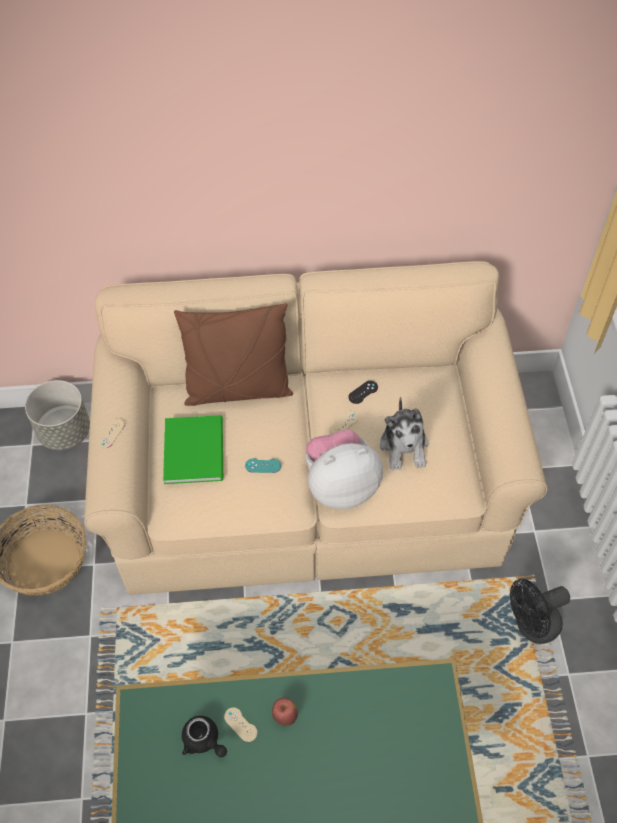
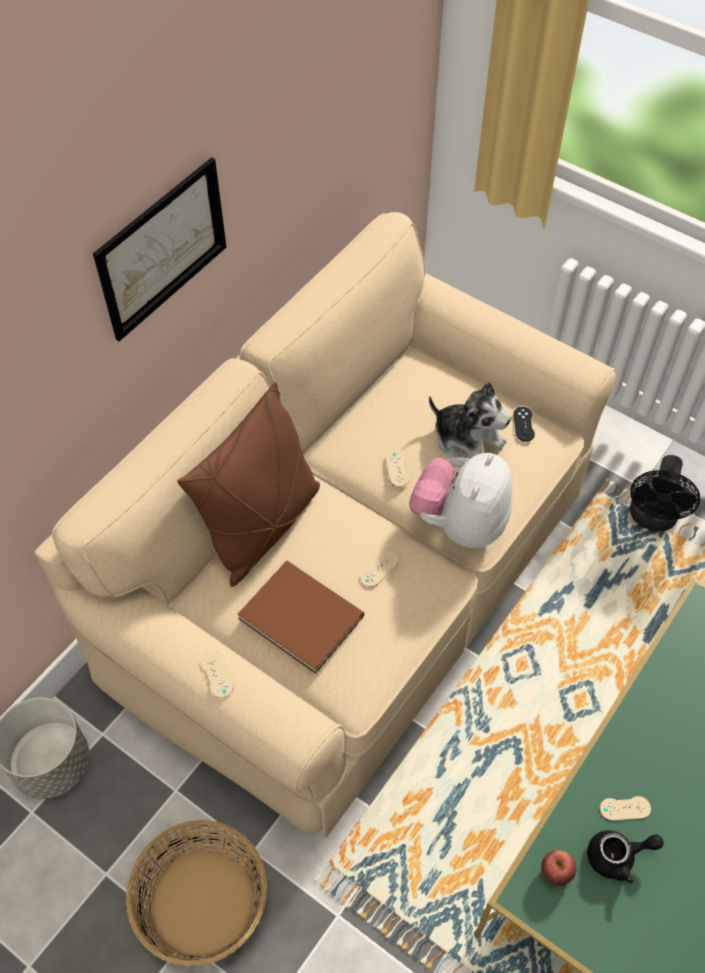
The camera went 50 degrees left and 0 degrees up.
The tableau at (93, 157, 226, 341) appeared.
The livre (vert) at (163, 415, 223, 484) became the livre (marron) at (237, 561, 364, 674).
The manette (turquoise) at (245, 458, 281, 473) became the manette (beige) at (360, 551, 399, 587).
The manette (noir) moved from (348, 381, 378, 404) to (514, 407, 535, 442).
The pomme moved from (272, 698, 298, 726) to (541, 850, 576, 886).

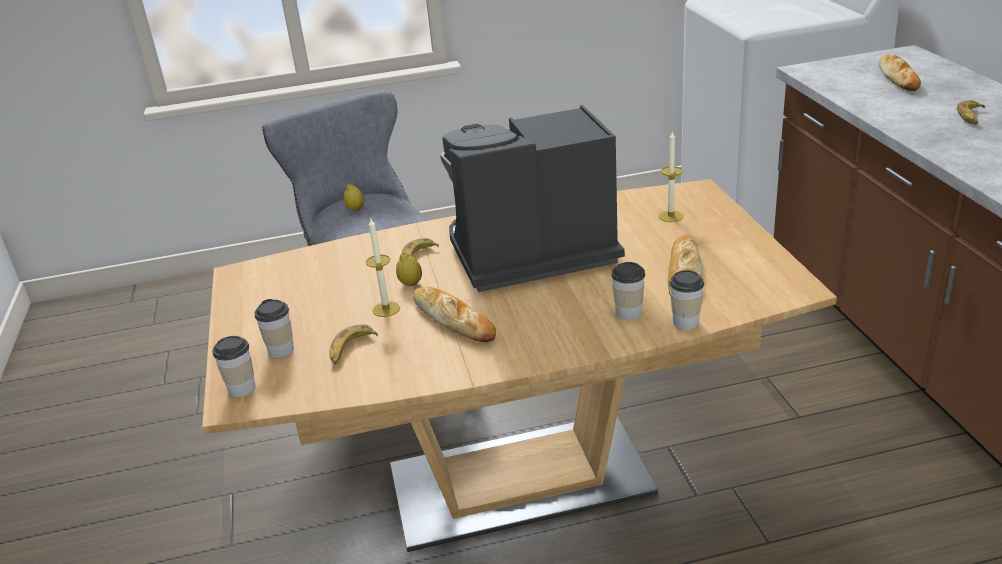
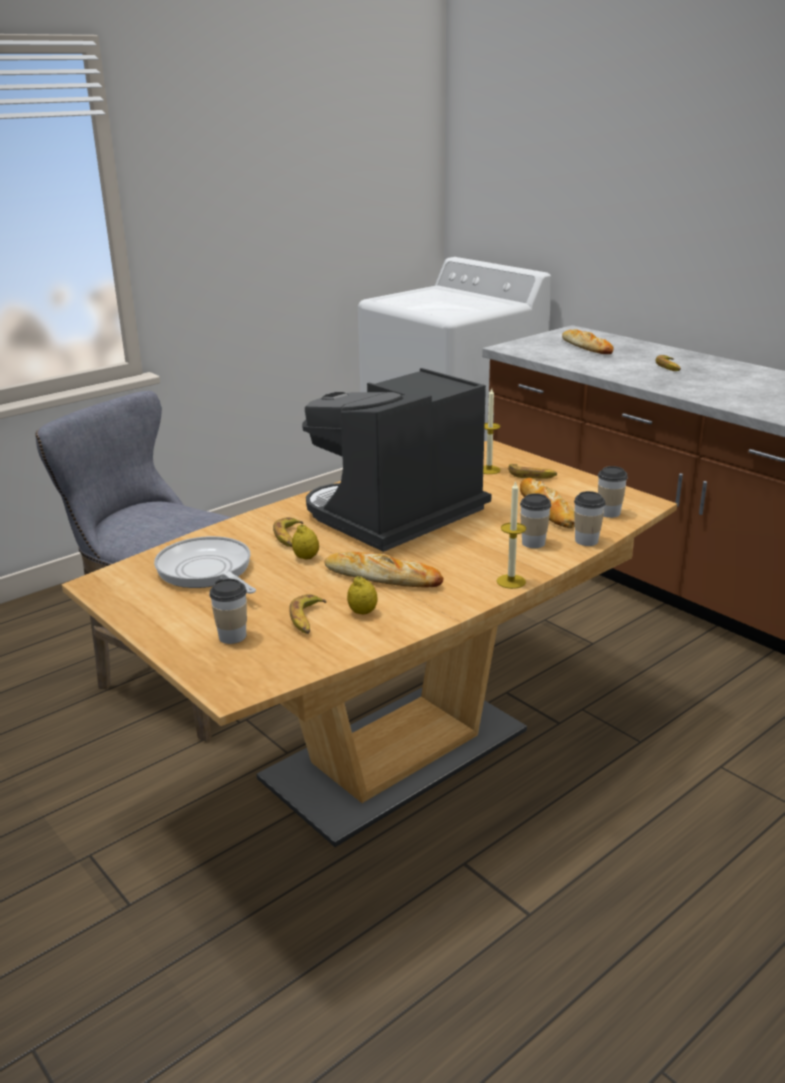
The camera went 30 degrees left and 5 degrees down.
The poêle at (154, 536, 256, 594) appeared.
The citron moved from (344, 184, 364, 211) to (347, 576, 378, 614).
The bougie moved from (366, 217, 400, 317) to (497, 480, 526, 589).
The banane at (508, 464, 557, 479) appeared.
The tasse moved from (212, 336, 256, 397) to (598, 466, 628, 518).

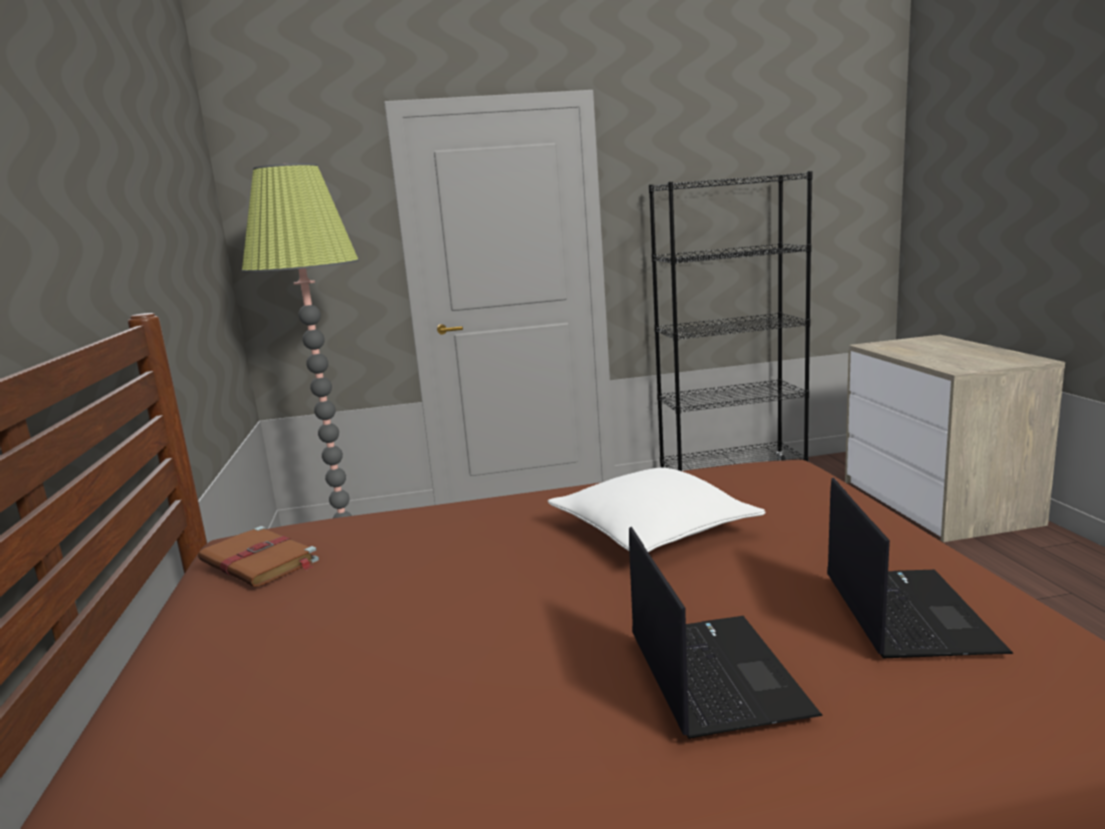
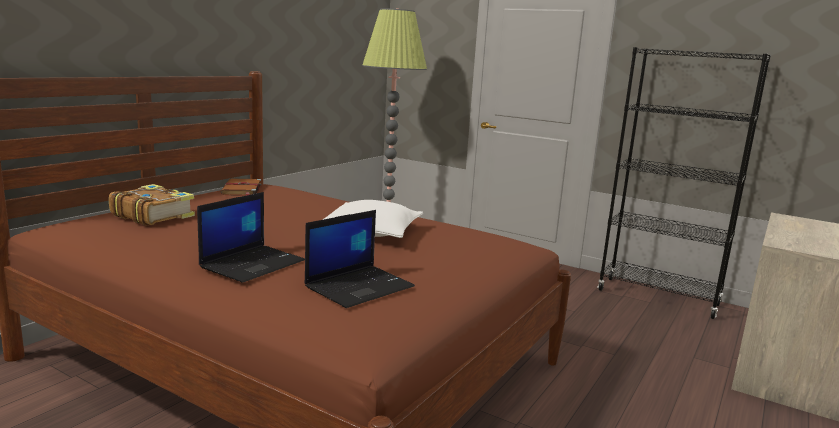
The camera went 40 degrees right and 0 degrees up.
The livre at (109, 184, 195, 226) appeared.

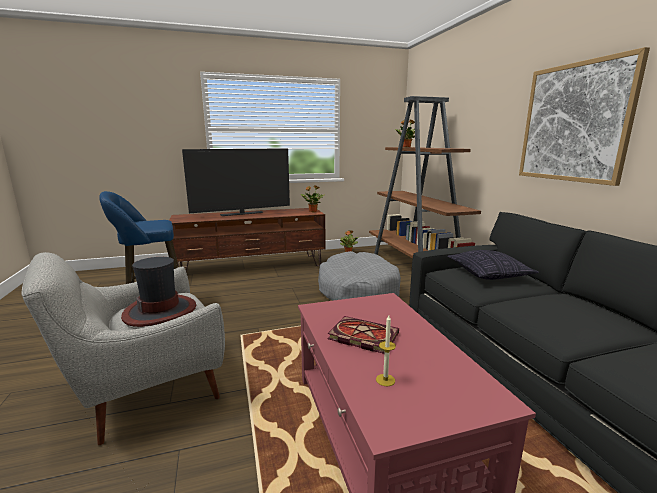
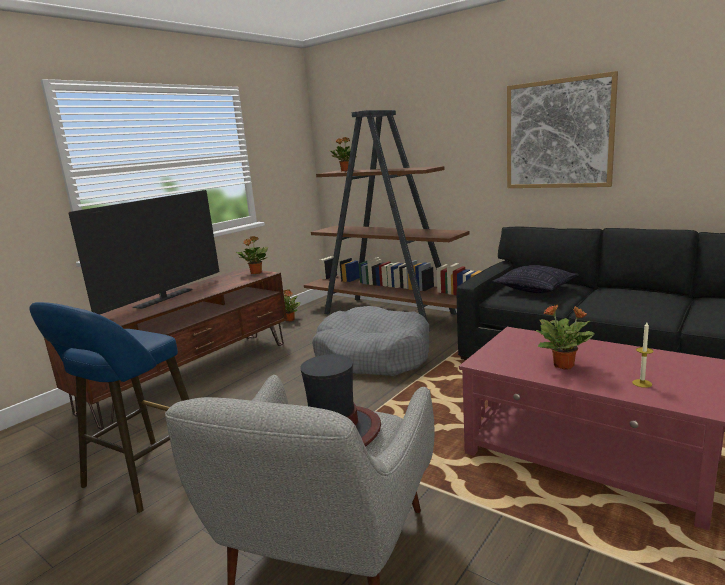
The camera went 35 degrees left and 0 degrees up.
The livre at (327, 316, 399, 354) was replaced by the plante en pot at (536, 305, 594, 370).

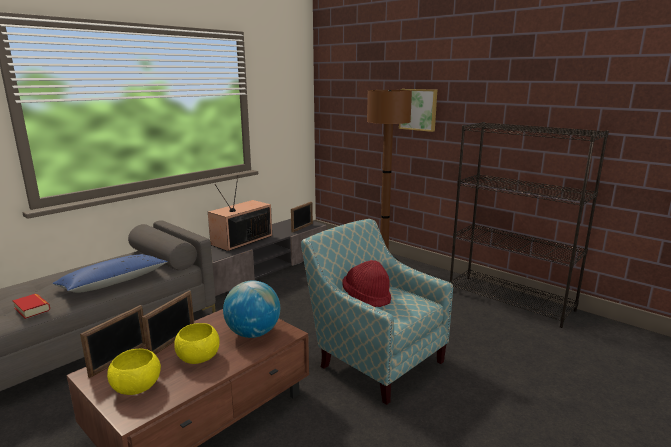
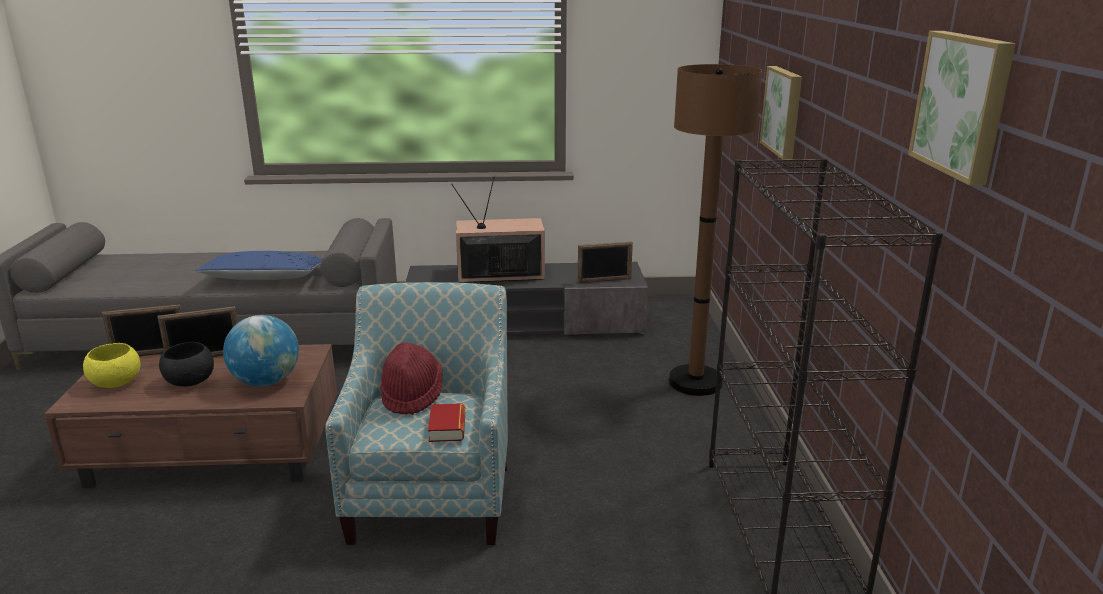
The camera went 45 degrees right and 5 degrees up.
The bol (jaune) at (174, 323, 219, 364) became the bol (noir) at (159, 342, 214, 387).
The livre moved from (12, 294, 50, 319) to (428, 403, 465, 442).
The tableau at (908, 31, 1016, 185) appeared.

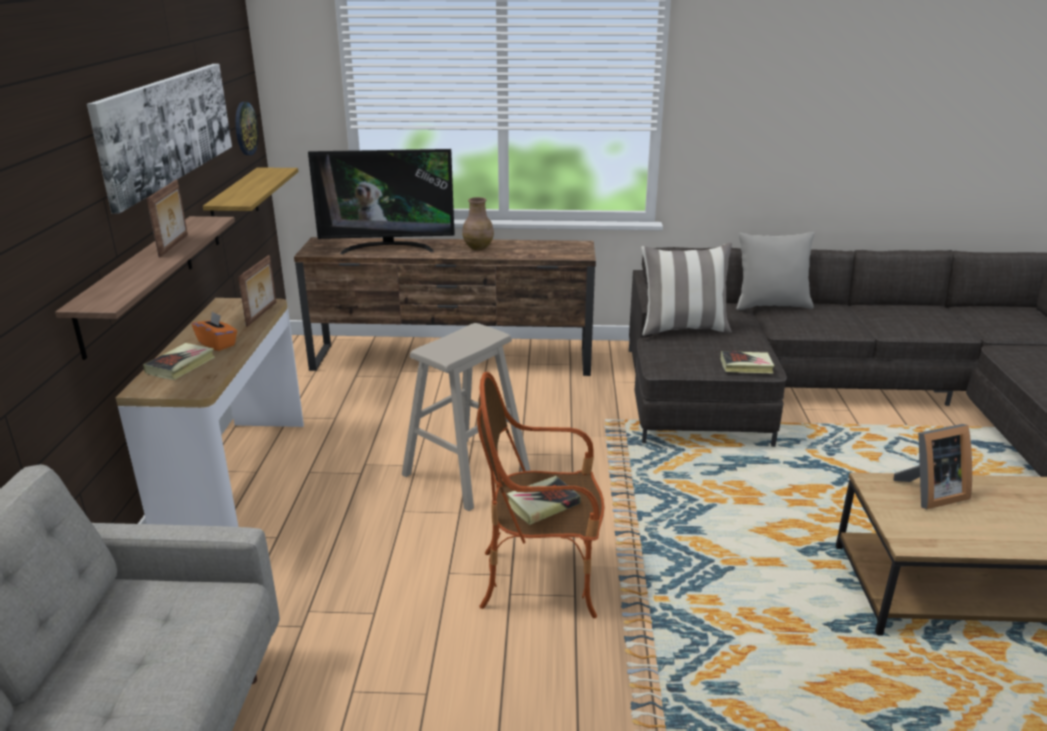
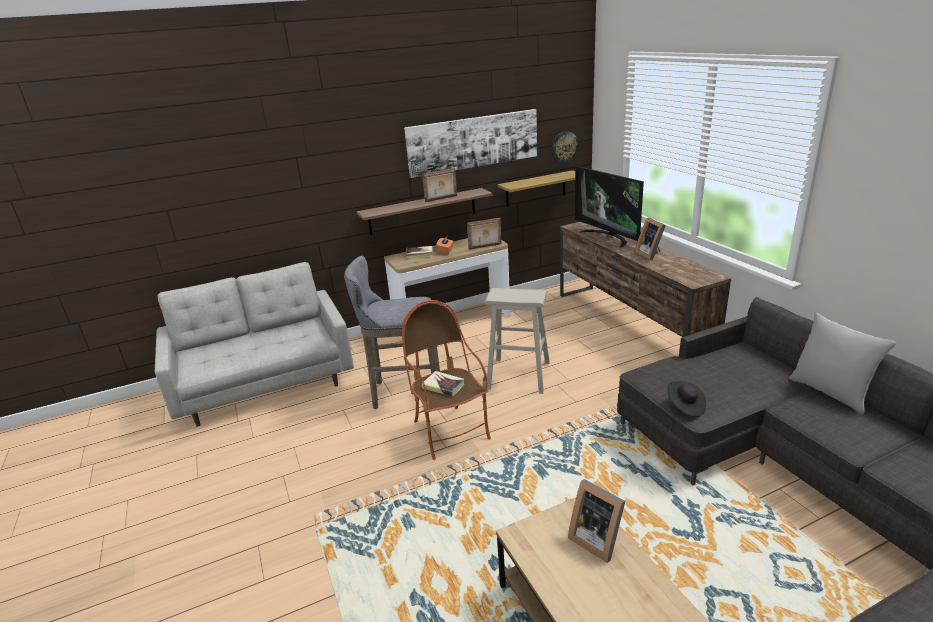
The camera went 65 degrees right and 0 degrees up.
The tabouret (gris) at (344, 256, 440, 409) appeared.
The vase (marron) at (462, 197, 494, 250) was replaced by the cadre photo at (635, 217, 666, 260).
The livre at (720, 351, 775, 374) was replaced by the chapeau (noir) at (668, 381, 706, 417).
The coussin at (641, 243, 732, 336) disappeared.

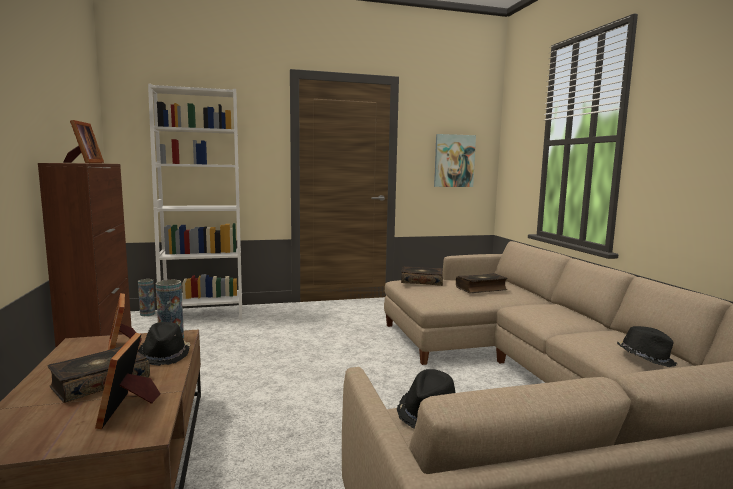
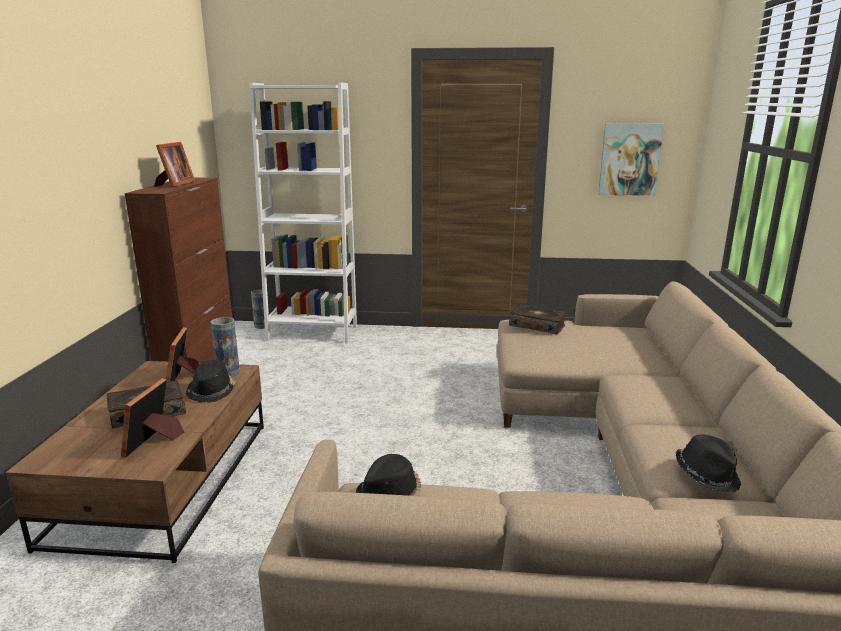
The camera went 20 degrees right and 10 degrees up.
The livre at (456, 273, 508, 293) disappeared.

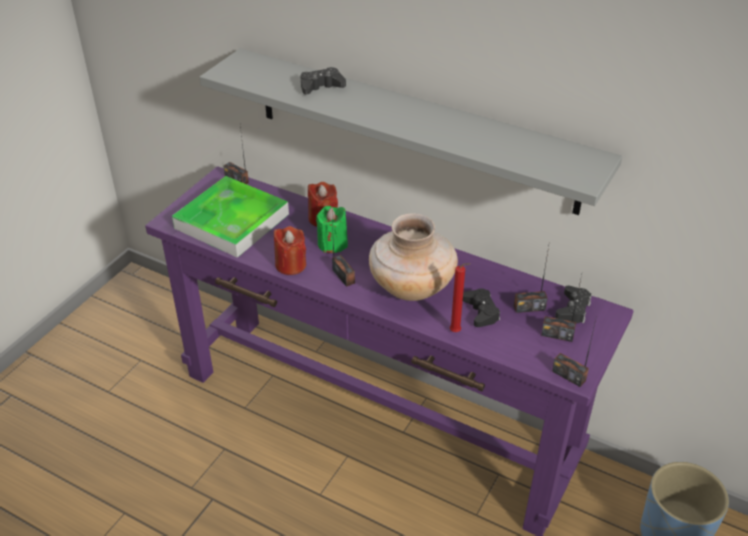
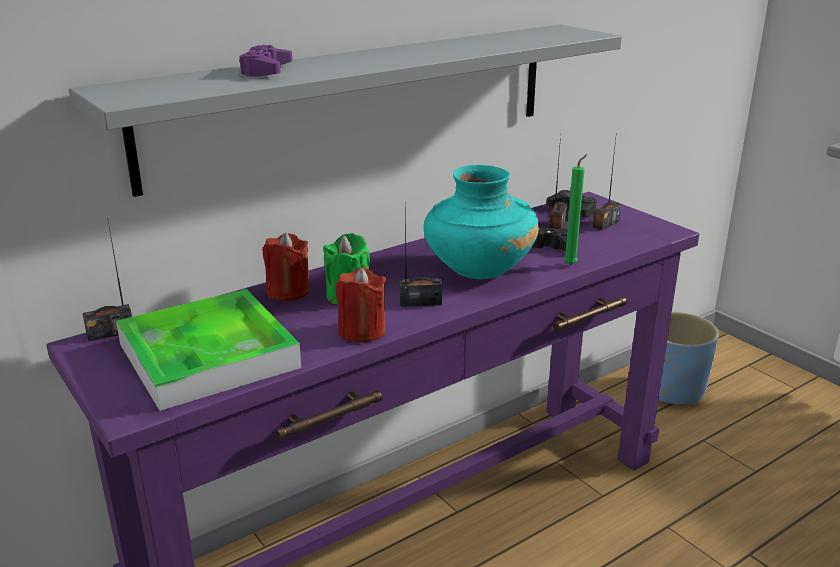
The camera went 65 degrees left and 15 degrees down.
The manette (noir) at (300, 67, 346, 94) became the manette (violet) at (239, 45, 293, 77).
The vase (beige) at (369, 213, 458, 301) became the vase (turquoise) at (424, 165, 539, 279).
The bougie (rouge) at (450, 263, 471, 332) became the bougie (vert) at (564, 154, 587, 265).
The radio at (552, 320, 596, 387) disappeared.

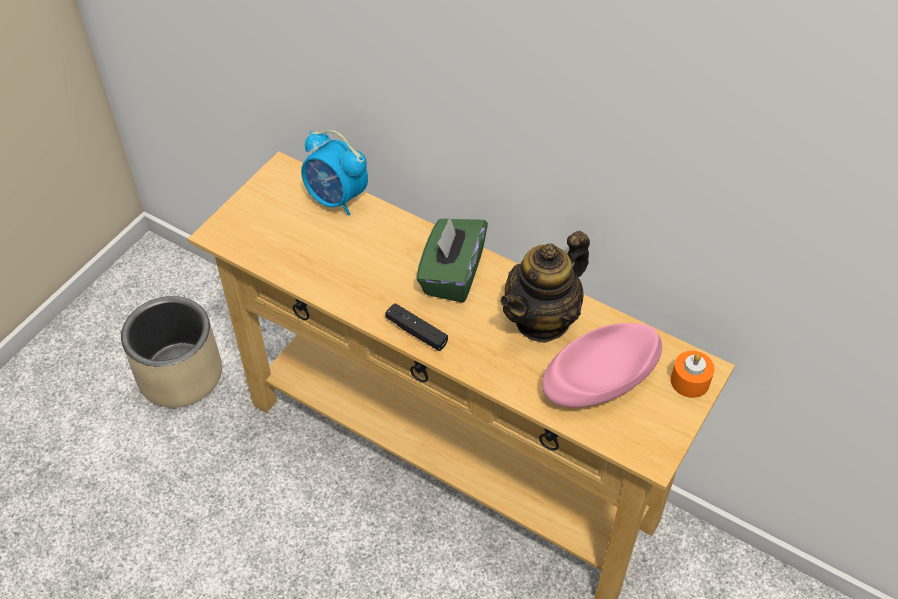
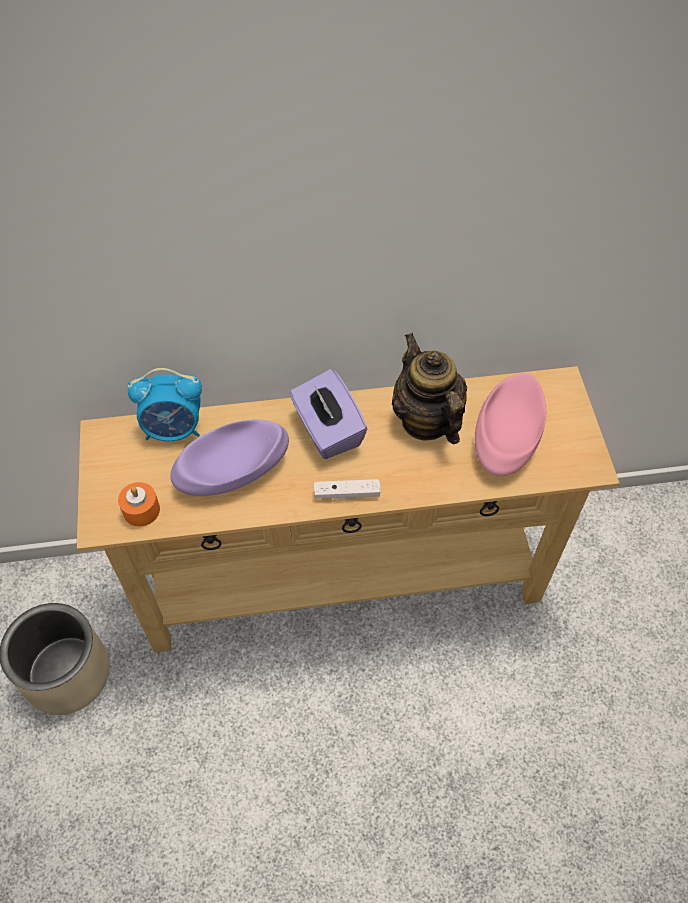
The camera went 40 degrees left and 5 degrees up.
The bougie (orange) moved from (670, 351, 715, 398) to (118, 482, 160, 527).
The bol (violet) at (170, 420, 289, 496) appeared.
The boîte à mouchoirs (vert) at (416, 217, 488, 303) became the boîte à mouchoirs (violet) at (290, 369, 367, 459).
The manette (noir) at (385, 303, 448, 351) became the manette (blanc) at (314, 479, 381, 499).
The théière at (500, 231, 590, 343) turned 150 degrees clockwise.

